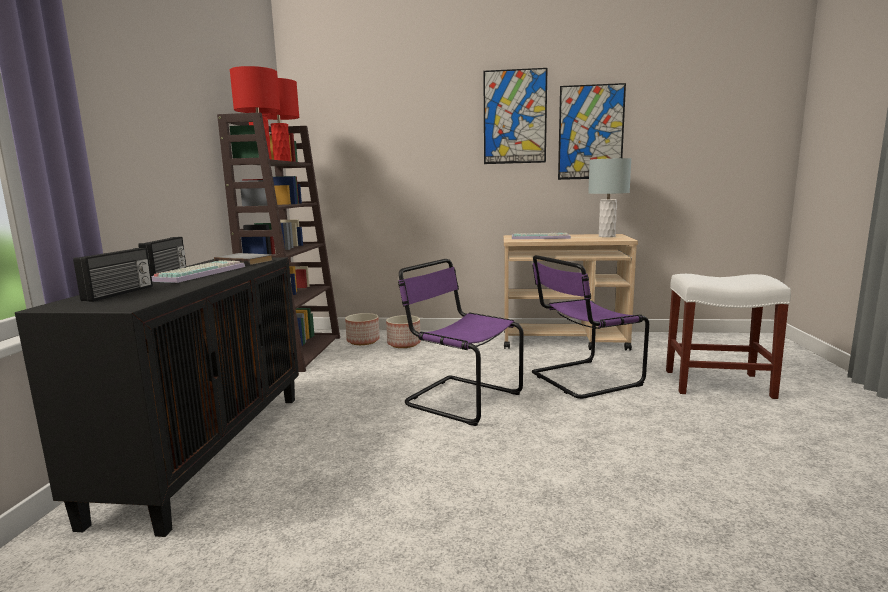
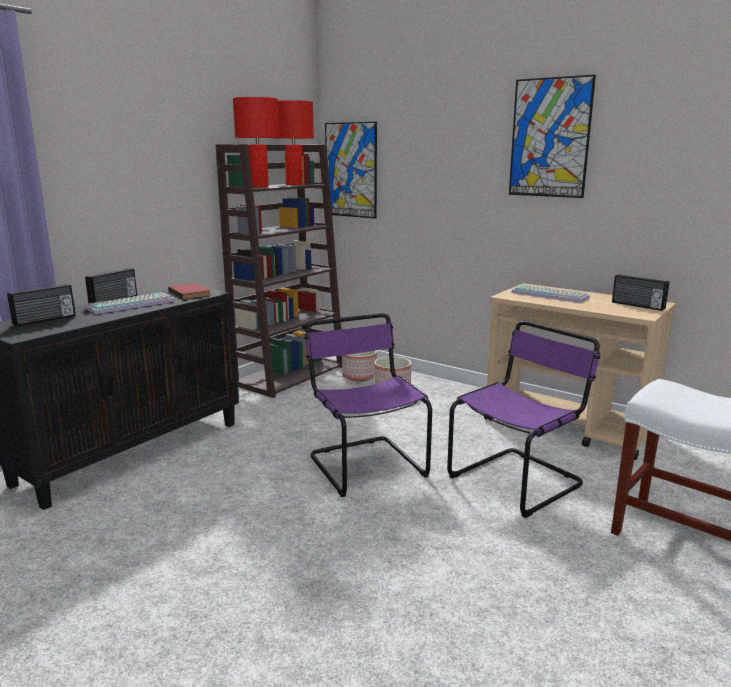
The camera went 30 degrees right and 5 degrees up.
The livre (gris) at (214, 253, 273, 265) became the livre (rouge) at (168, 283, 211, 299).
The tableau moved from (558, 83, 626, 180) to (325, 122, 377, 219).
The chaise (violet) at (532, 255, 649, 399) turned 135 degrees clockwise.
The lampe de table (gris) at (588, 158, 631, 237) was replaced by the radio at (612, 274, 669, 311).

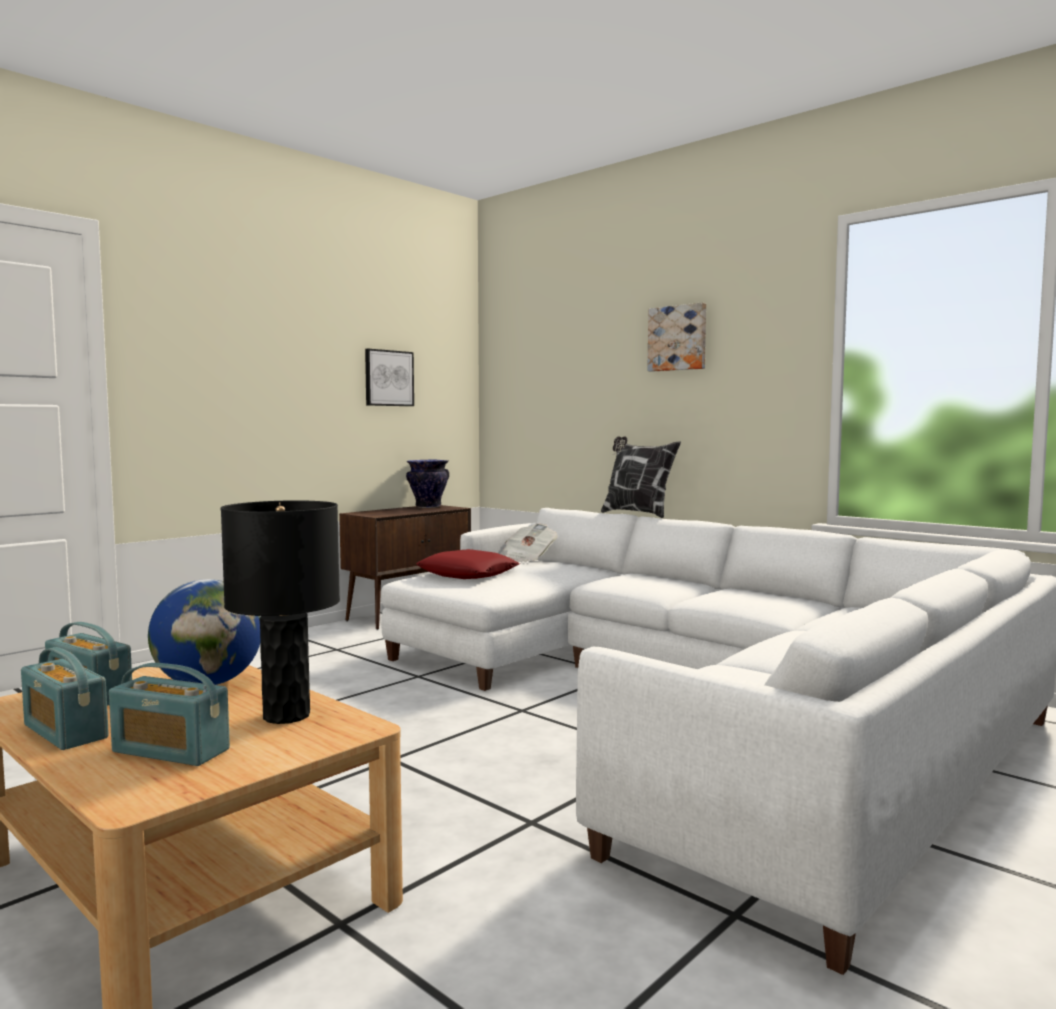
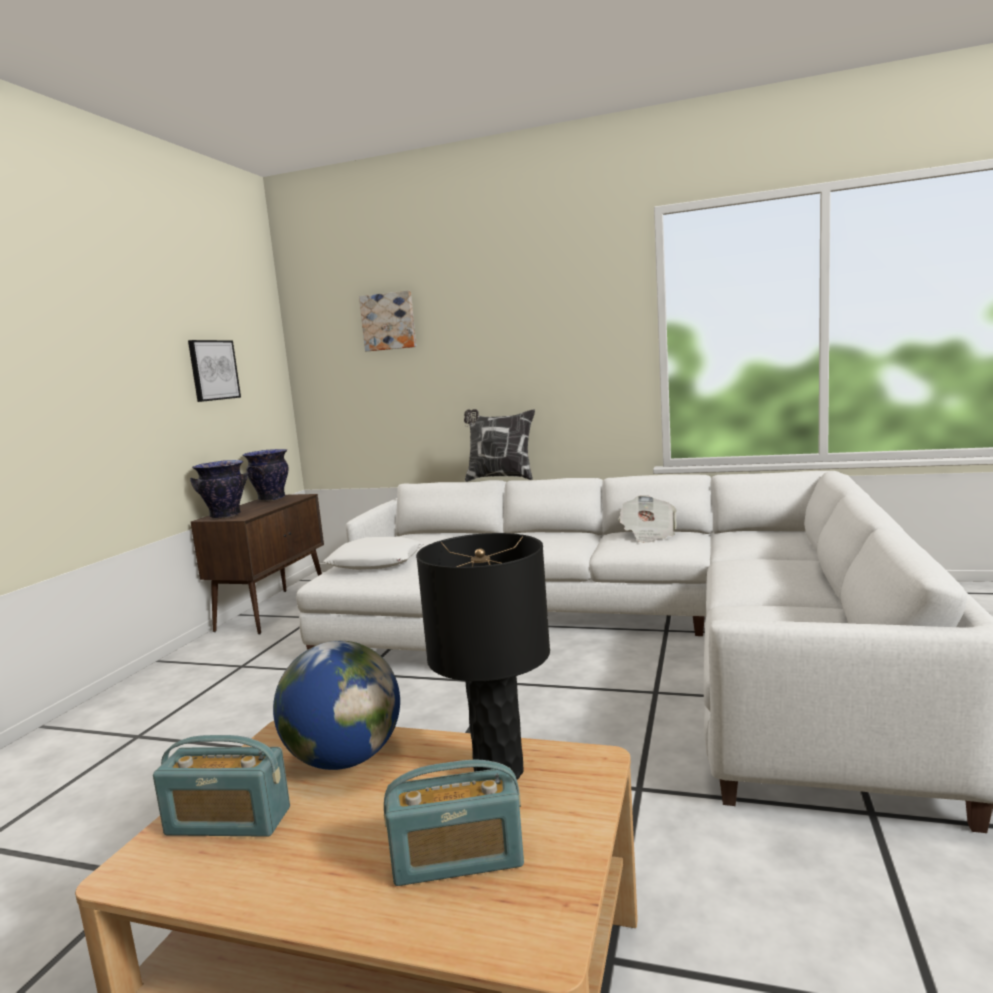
The camera went 25 degrees left and 5 degrees up.
The vase at (190, 460, 249, 519) appeared.
The coussin (rouge) at (416, 549, 520, 579) became the coussin (blanc) at (323, 537, 424, 570).
The tableau moved from (647, 302, 706, 372) to (359, 291, 416, 351).
The journal moved from (503, 523, 558, 562) to (618, 495, 677, 543).
The radio at (21, 647, 109, 750) disappeared.

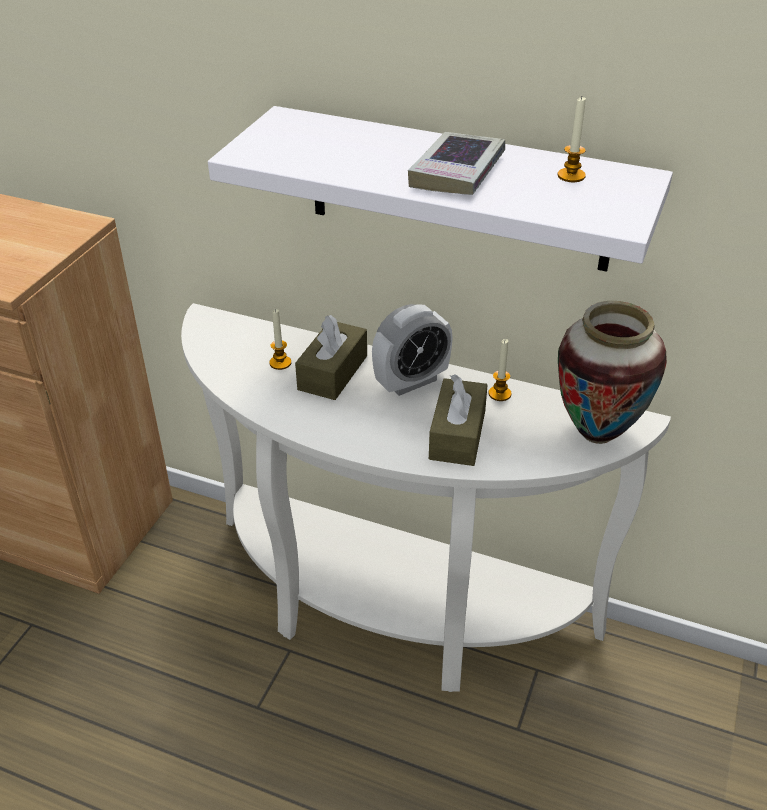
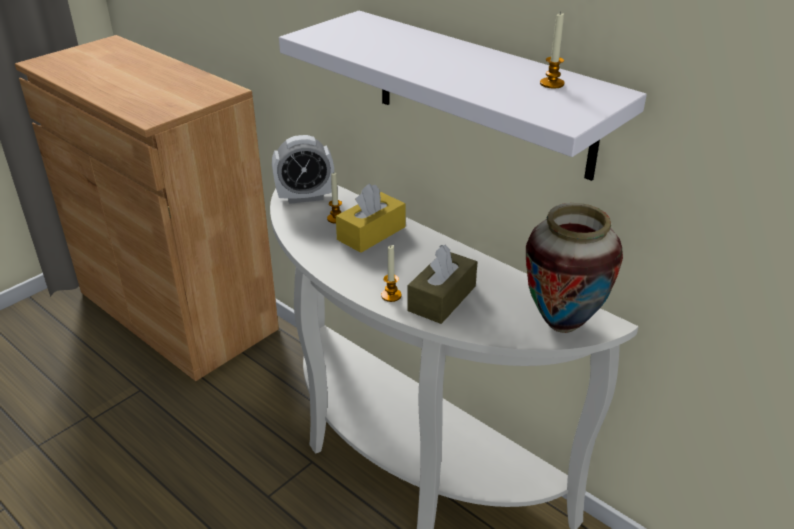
The camera went 20 degrees right and 5 degrees down.
The réveil moved from (372, 304, 453, 396) to (272, 135, 334, 204).
The boîte à mouchoirs (marron) at (295, 315, 367, 400) became the boîte à mouchoirs (jaune) at (336, 184, 406, 253).
The bougie moved from (488, 339, 511, 401) to (381, 245, 401, 302).
The livre at (408, 132, 505, 195) disappeared.

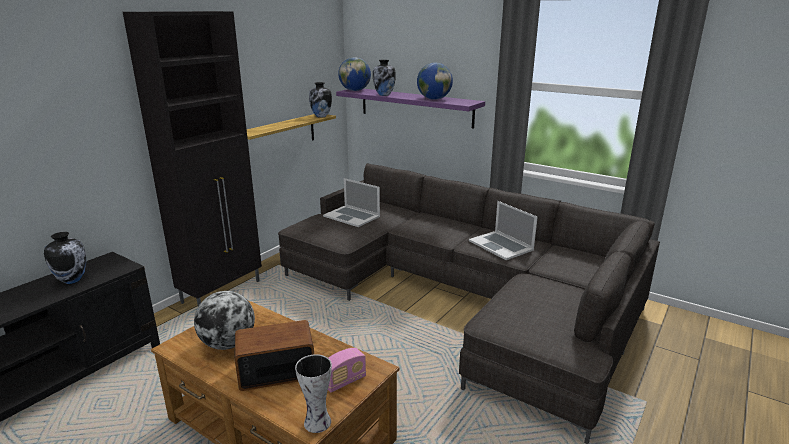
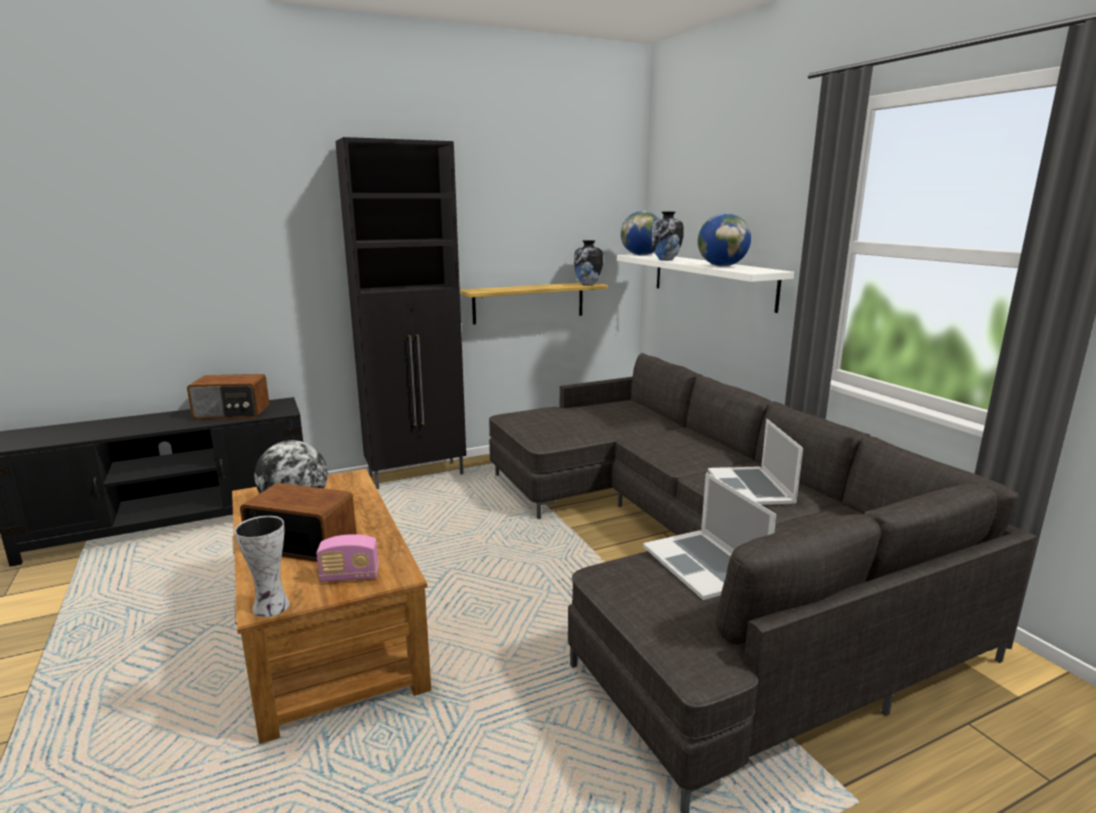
The camera went 30 degrees right and 5 degrees down.
The vase at (44, 232, 86, 284) was replaced by the radio at (187, 374, 270, 420).
The étagère (violet) at (336, 89, 485, 129) became the étagère (blanc) at (617, 254, 794, 313).
The ordinateur portable moved from (323, 178, 380, 227) to (643, 472, 776, 600).

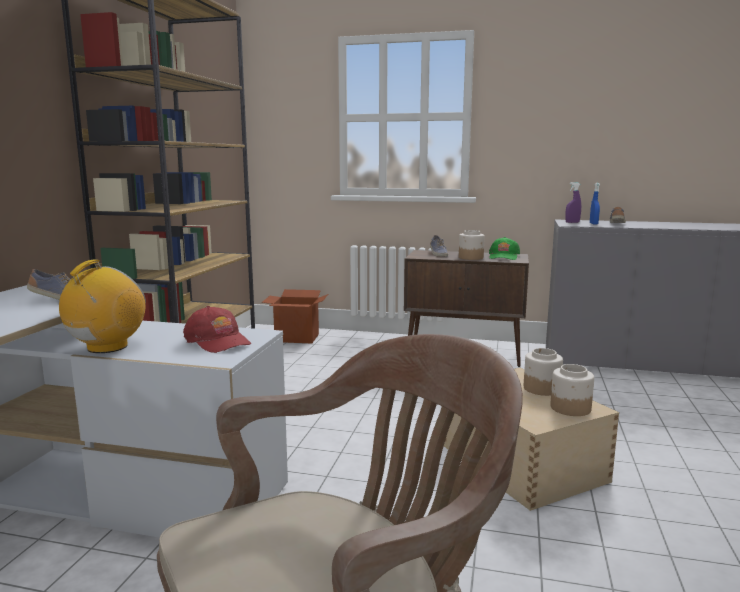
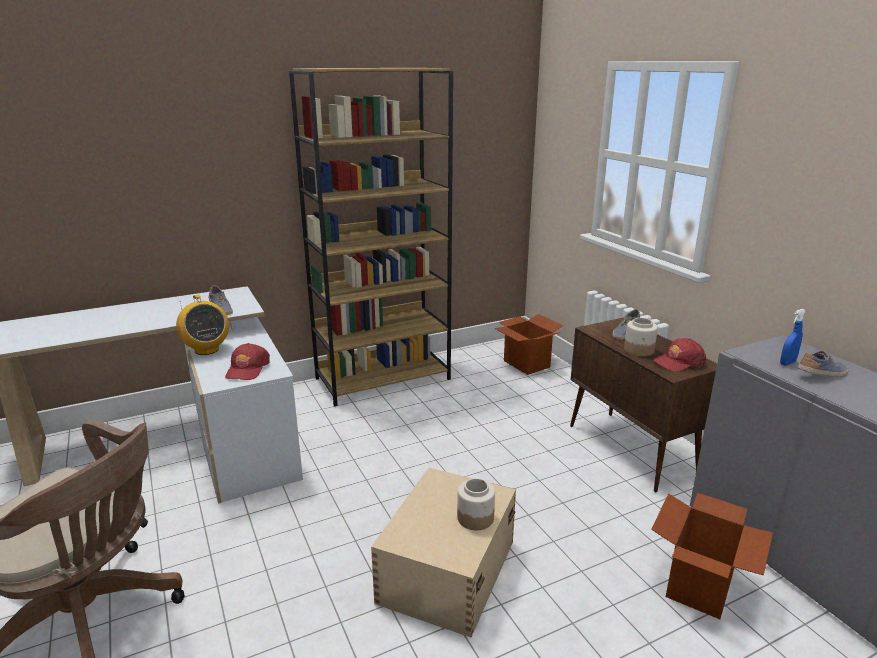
The camera went 50 degrees right and 10 degrees up.
The radio at (59, 259, 146, 353) turned 75 degrees clockwise.
The carton at (651, 493, 773, 619) appeared.
The casquette (vert) at (489, 237, 520, 260) became the casquette (rouge) at (653, 338, 706, 372).
The bocal at (550, 364, 594, 416) disappeared.
The vaporisateur (violet) at (565, 182, 581, 223) disappeared.

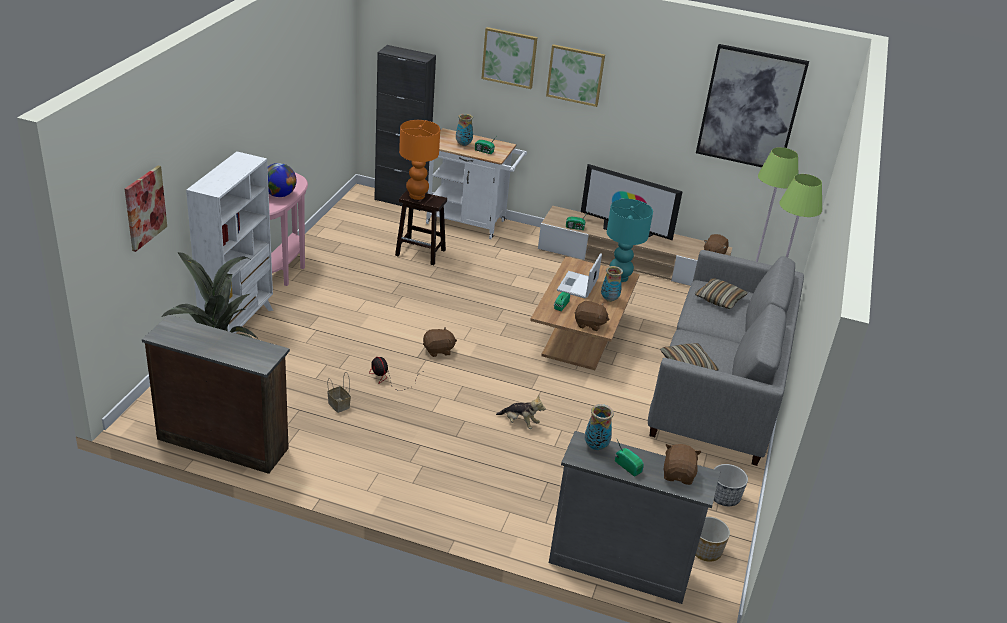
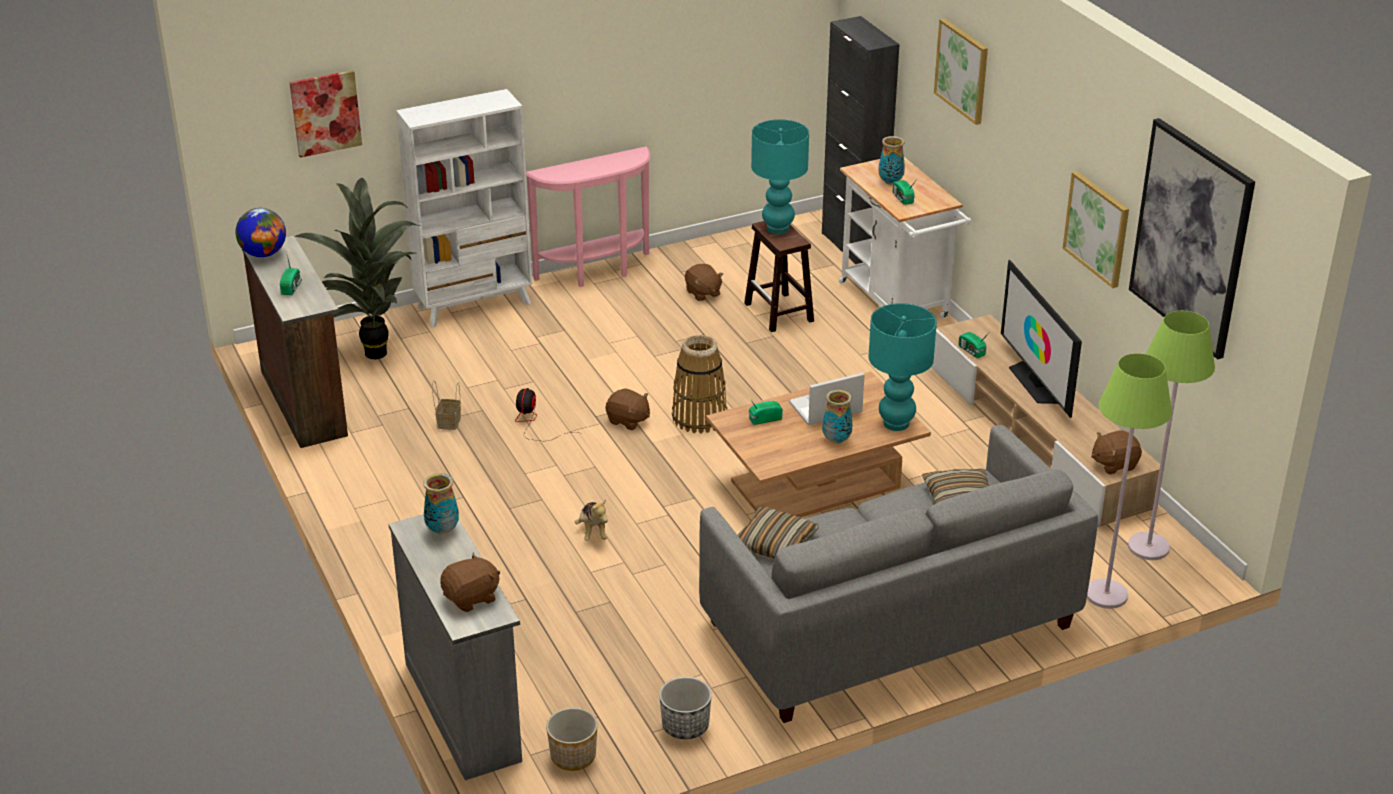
The camera went 50 degrees right and 0 degrees up.
The globe moved from (268, 163, 296, 197) to (236, 208, 286, 257).
The radio moved from (615, 440, 644, 476) to (280, 252, 302, 295).
The panier at (672, 335, 727, 434) appeared.
The peluche (marron) moved from (575, 301, 610, 331) to (685, 264, 723, 301).
The lampe de table (orange) at (399, 120, 440, 200) became the lampe de table (turquoise) at (751, 119, 809, 234).
The tableau moved from (546, 44, 605, 107) to (1063, 171, 1129, 288).

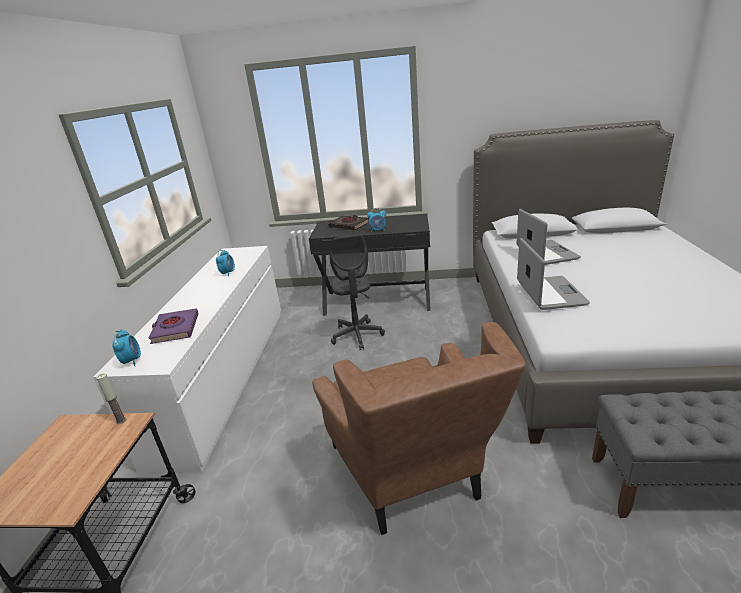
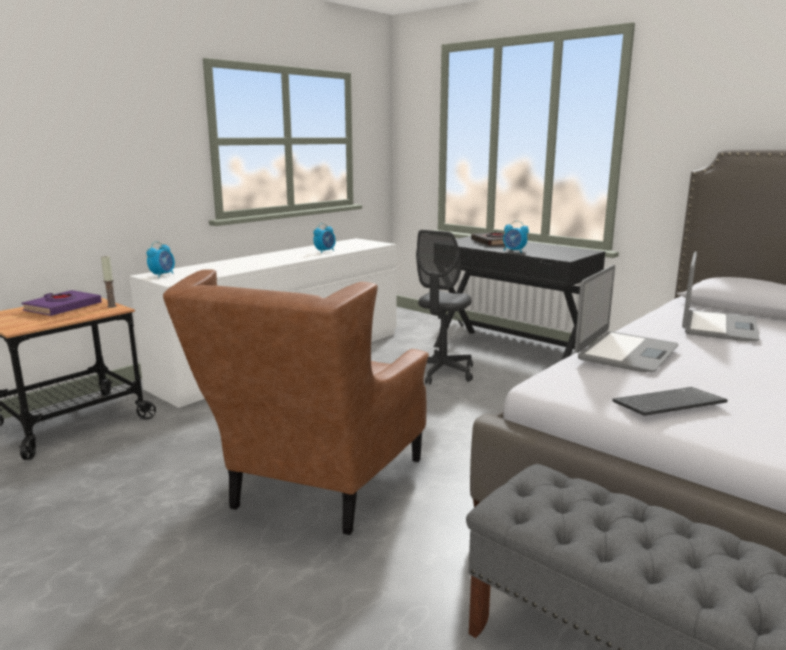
The camera went 35 degrees right and 10 degrees down.
The livre (violet) moved from (149, 309, 199, 344) to (22, 290, 102, 316).
The clavier at (612, 387, 728, 416) appeared.

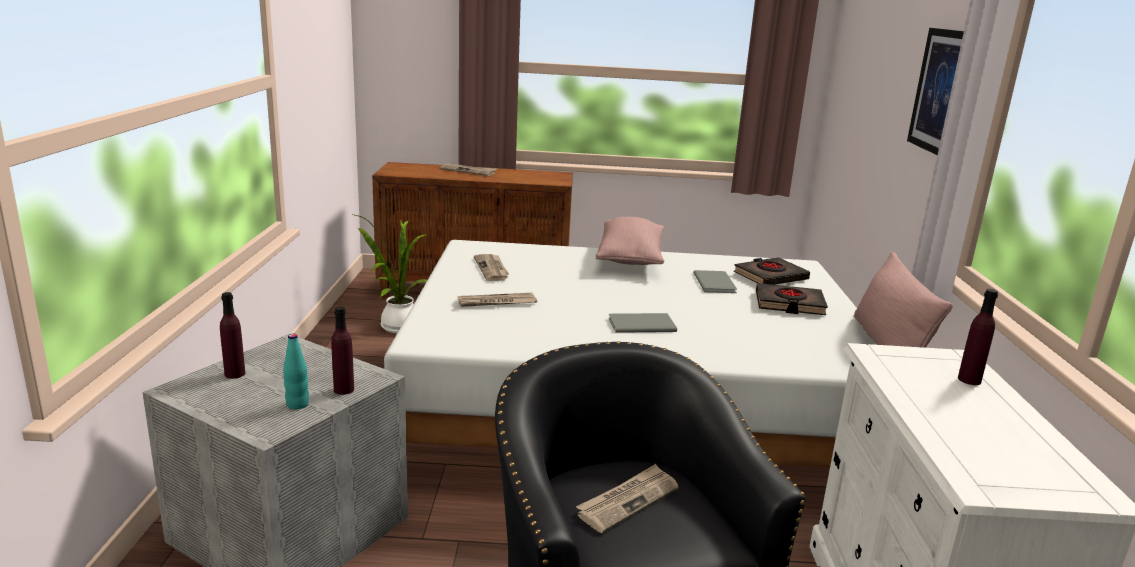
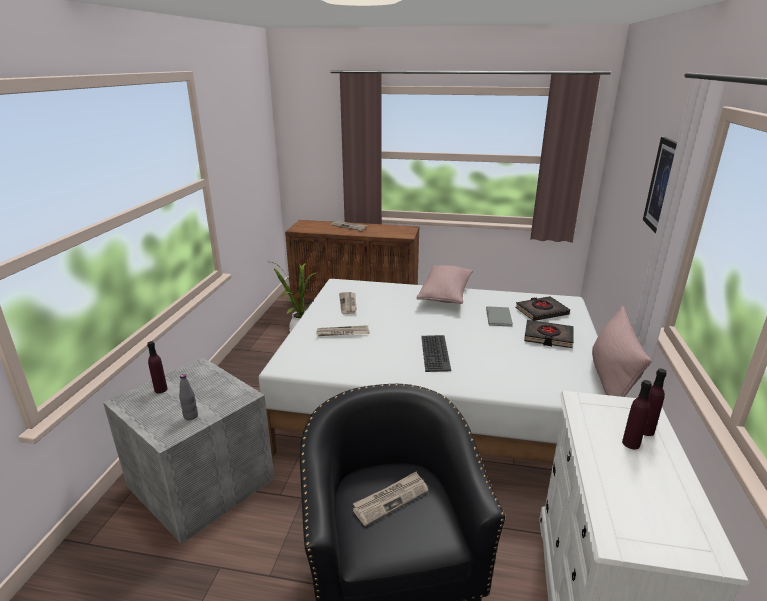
The camera went 10 degrees right and 5 degrees up.
The bouteille (turquoise) at (283, 334, 309, 410) became the bouteille (gris) at (179, 374, 198, 420).
The livre (gris) at (609, 313, 677, 333) was replaced by the clavier at (421, 335, 451, 372).
The bouteille (violet) moved from (331, 306, 354, 395) to (622, 380, 652, 449).

